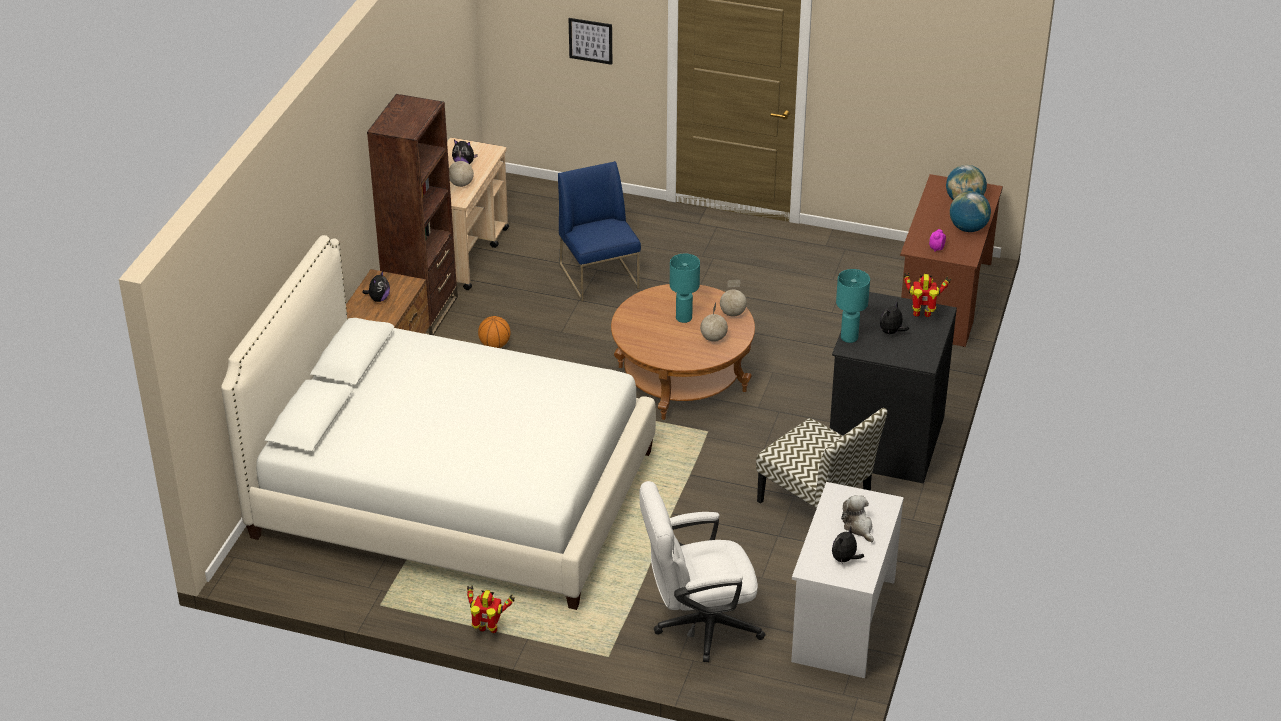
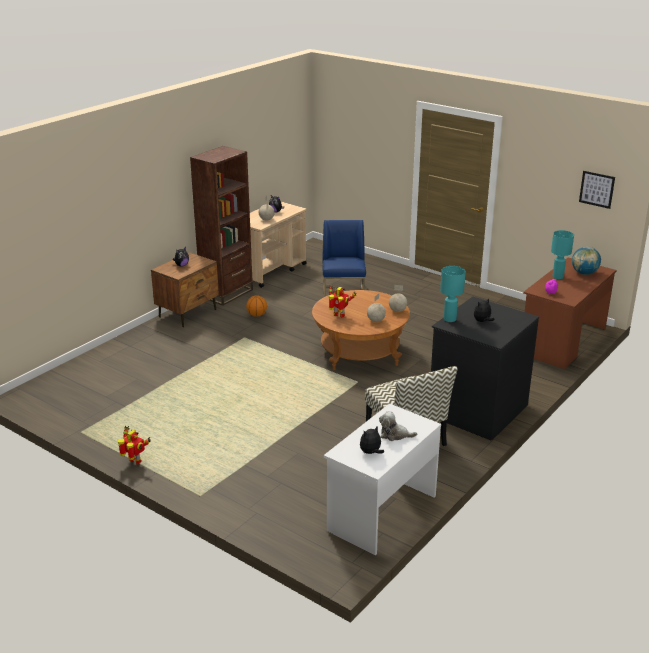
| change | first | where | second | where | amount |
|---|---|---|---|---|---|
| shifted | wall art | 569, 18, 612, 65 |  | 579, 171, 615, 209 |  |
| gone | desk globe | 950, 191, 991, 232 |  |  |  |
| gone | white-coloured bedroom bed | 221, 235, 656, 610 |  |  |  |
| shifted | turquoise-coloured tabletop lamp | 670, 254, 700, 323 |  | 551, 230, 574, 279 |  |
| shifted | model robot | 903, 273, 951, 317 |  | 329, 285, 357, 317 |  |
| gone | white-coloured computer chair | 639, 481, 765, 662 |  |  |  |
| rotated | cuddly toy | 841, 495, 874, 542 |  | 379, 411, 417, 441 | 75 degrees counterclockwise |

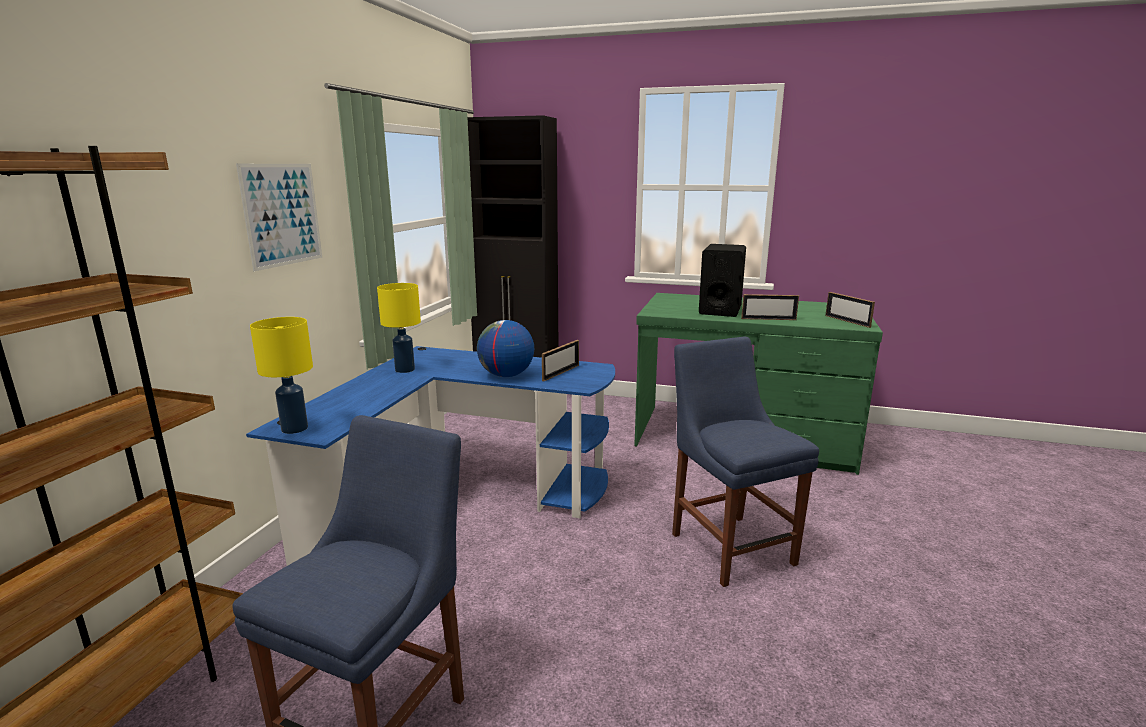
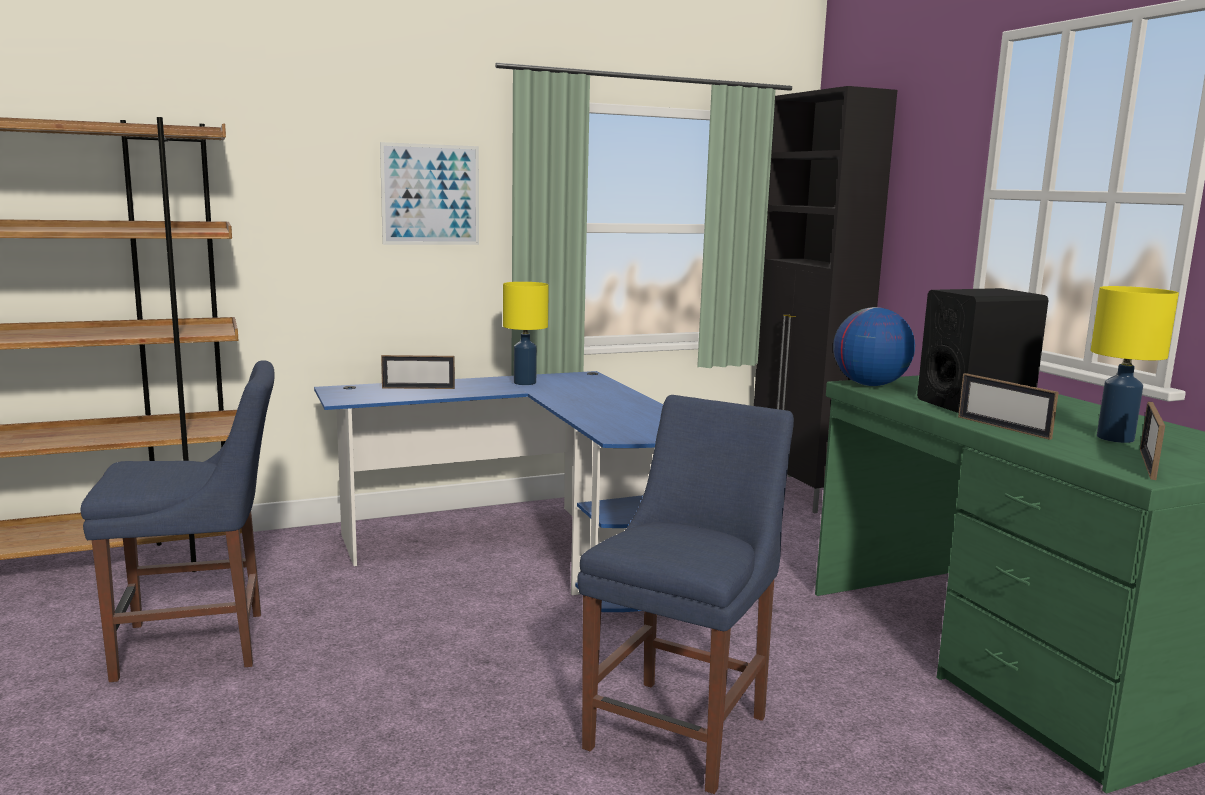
| change | first | where | second | where | amount |
|---|---|---|---|---|---|
| shifted | yellow-coloured tabletop lamp | 250, 317, 313, 434 |  | 1090, 286, 1179, 443 |  |
| shifted | desk globe | 477, 320, 534, 377 |  | 833, 307, 915, 386 |  |
| shifted | picture frame | 542, 340, 579, 381 |  | 381, 355, 455, 389 |  |

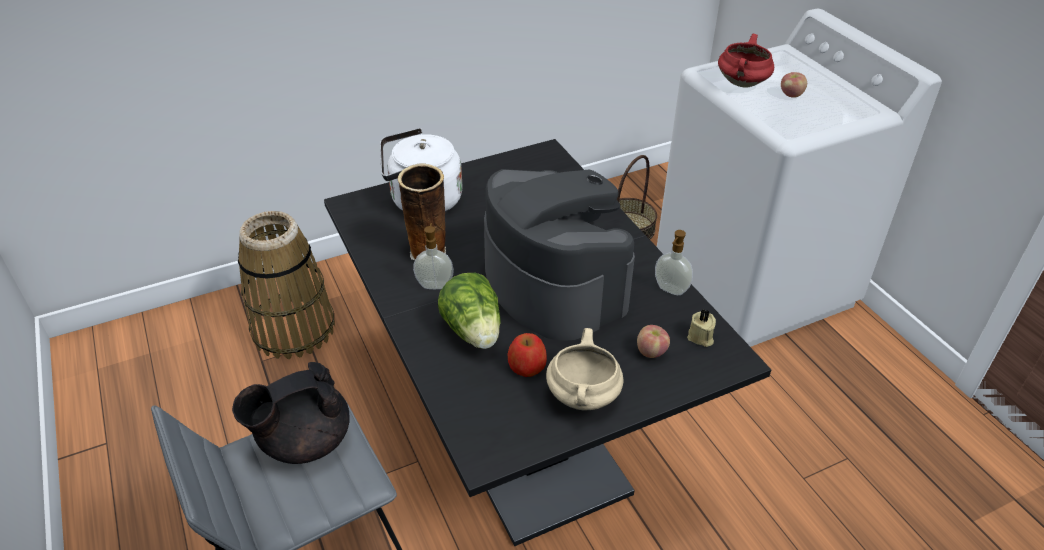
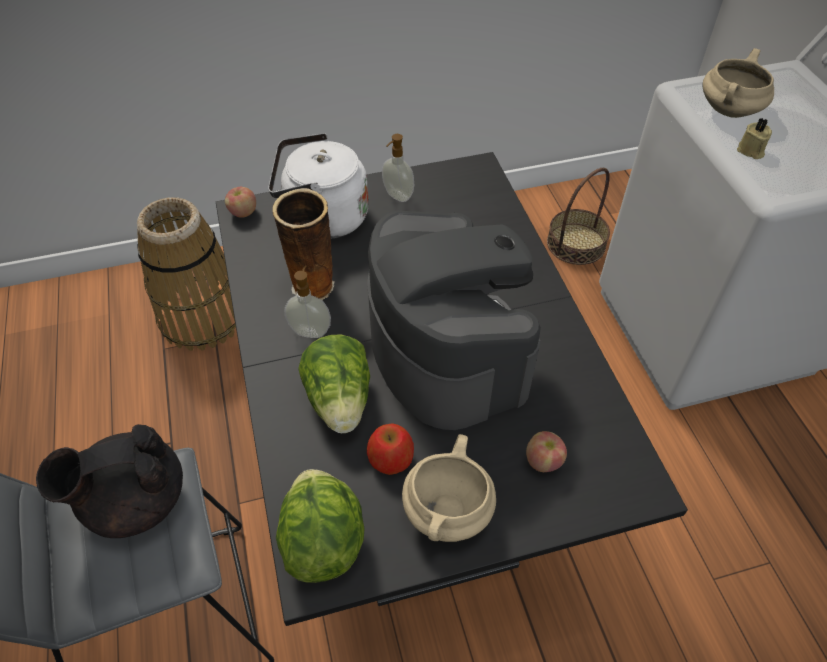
| change | first | where | second | where | amount |
|---|---|---|---|---|---|
| repainted | reddish cooking pot | 718, 34, 774, 88 | beige-coloured cooking pot | 702, 48, 774, 118 |  |
| shifted | apple fruit | 781, 72, 807, 98 |  | 225, 187, 256, 218 |  |
| shifted | soap bottle | 655, 230, 693, 295 |  | 382, 134, 414, 202 |  |
| shifted | beige-coloured wax candle | 687, 310, 716, 347 |  | 737, 118, 772, 159 |  |
| new |  |  | lettuce head | 276, 469, 365, 583 |  |

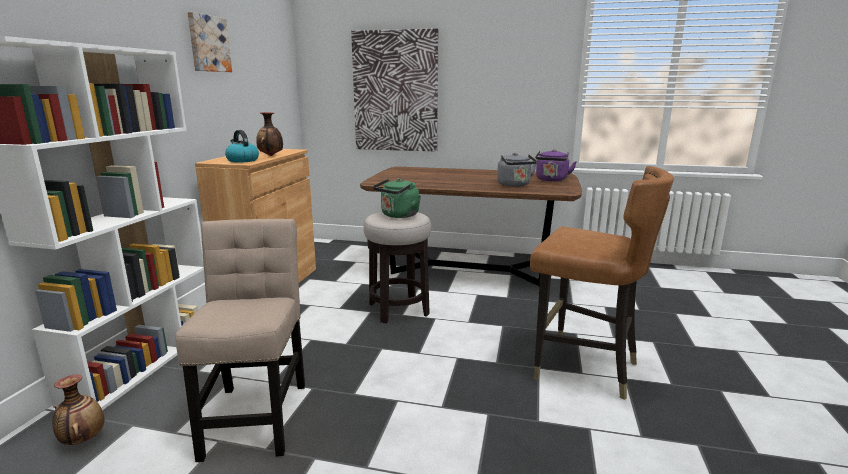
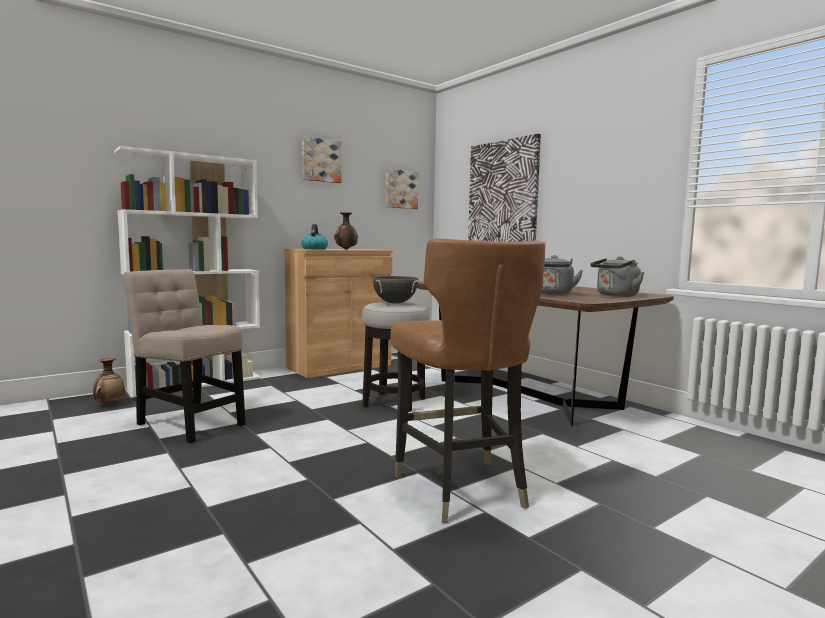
| change | first | where | second | where | amount |
|---|---|---|---|---|---|
| repainted | purple-coloured water kettle | 535, 149, 576, 182 | gray water kettle | 590, 257, 644, 297 |  |
| swapped | green water kettle | 373, 178, 421, 218 | blackish cooking pot | 372, 276, 418, 304 |  |
| rotated | beige-coloured plain chair | 176, 219, 305, 462 |  | 123, 269, 246, 443 | 90 degrees counterclockwise |
| new |  |  | wall art | 386, 169, 419, 209 |  |

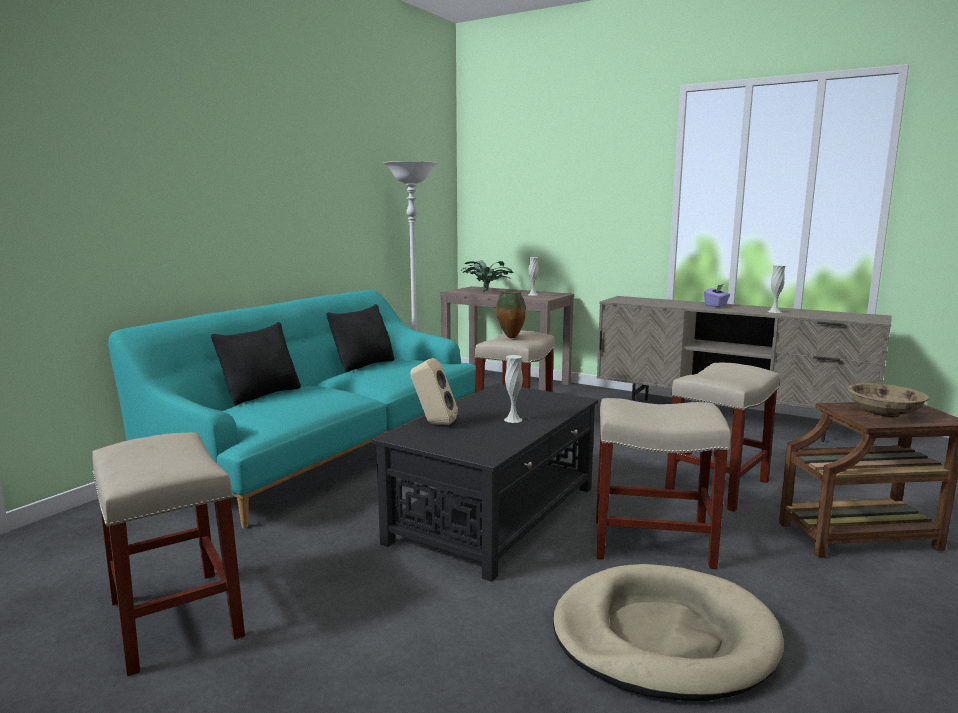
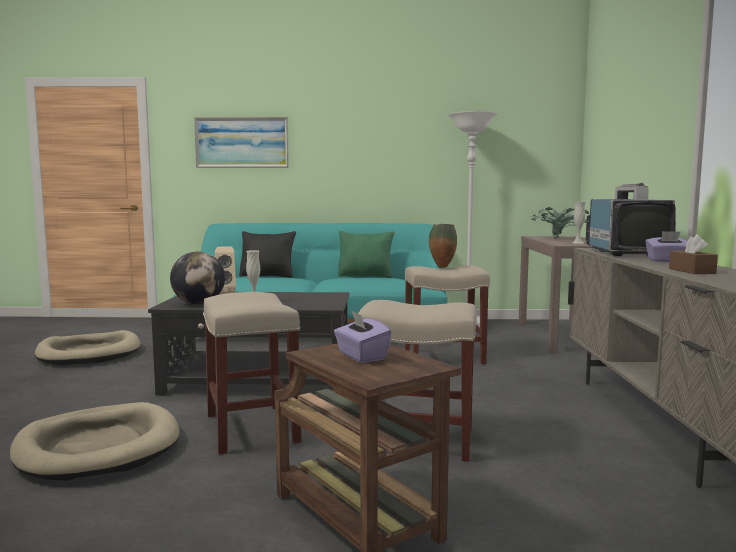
| change | first | where | second | where | amount |
|---|---|---|---|---|---|
| swapped | white-coloured decorative vase | 767, 265, 785, 313 | brown tissue box | 669, 234, 718, 274 |  |
| repainted | blackish cushion | 327, 304, 394, 372 | green cushion | 338, 231, 394, 278 |  |
| swapped | beige-coloured serving bowl | 847, 383, 929, 418 | purple-coloured tissue box | 334, 310, 391, 363 |  |
| swapped | beige-coloured stool | 92, 433, 245, 676 | beige-coloured pet bed | 35, 330, 140, 365 |  |
| new |  |  | wall art | 194, 117, 289, 168 |  |
| new |  |  | television | 586, 183, 676, 256 |  |
| new |  |  | desk globe | 170, 252, 225, 304 |  |

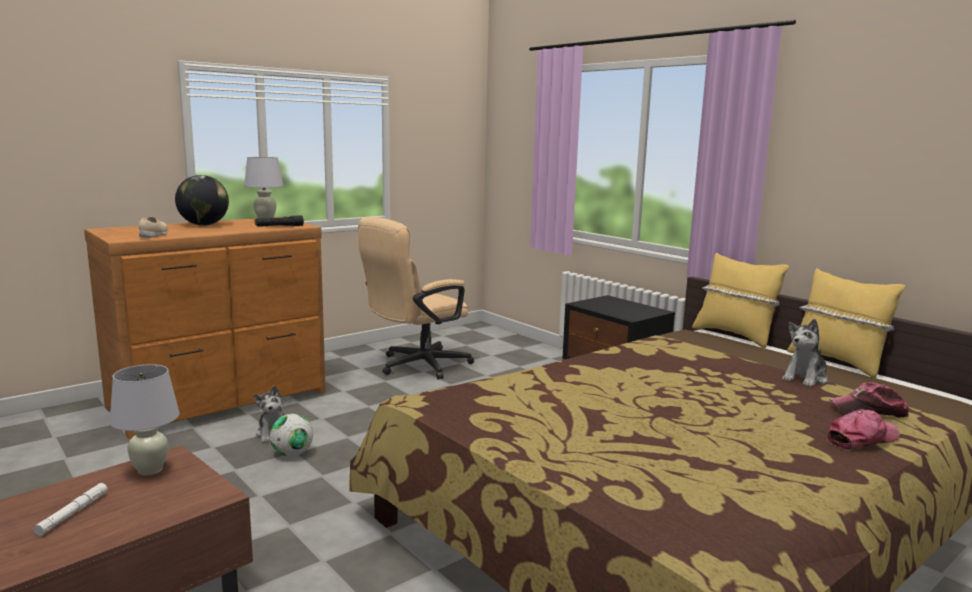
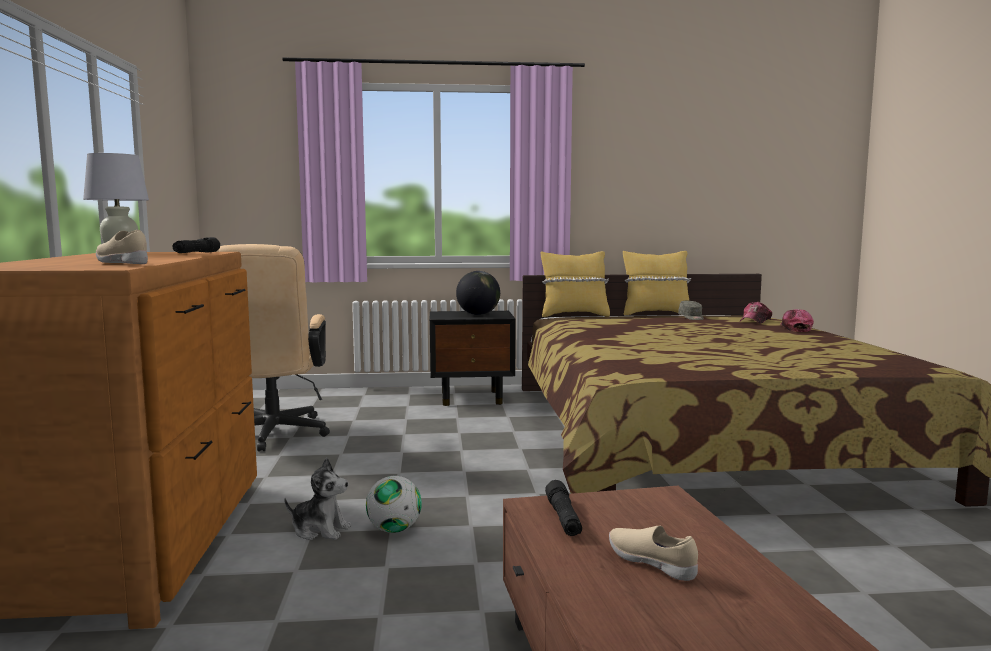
| change | first | where | second | where | amount |
|---|---|---|---|---|---|
| shifted | desk globe | 175, 175, 229, 225 |  | 456, 271, 500, 315 |  |
| swapped | cuddly toy | 782, 319, 828, 387 | gray peaked cap | 678, 301, 704, 320 |  |
| swapped | white-coloured tabletop lamp | 110, 364, 180, 476 | blackish flashlight | 545, 480, 582, 536 |  |
| swapped | white-coloured flashlight | 33, 483, 108, 536 | beige-coloured low shoe | 609, 526, 698, 581 |  |

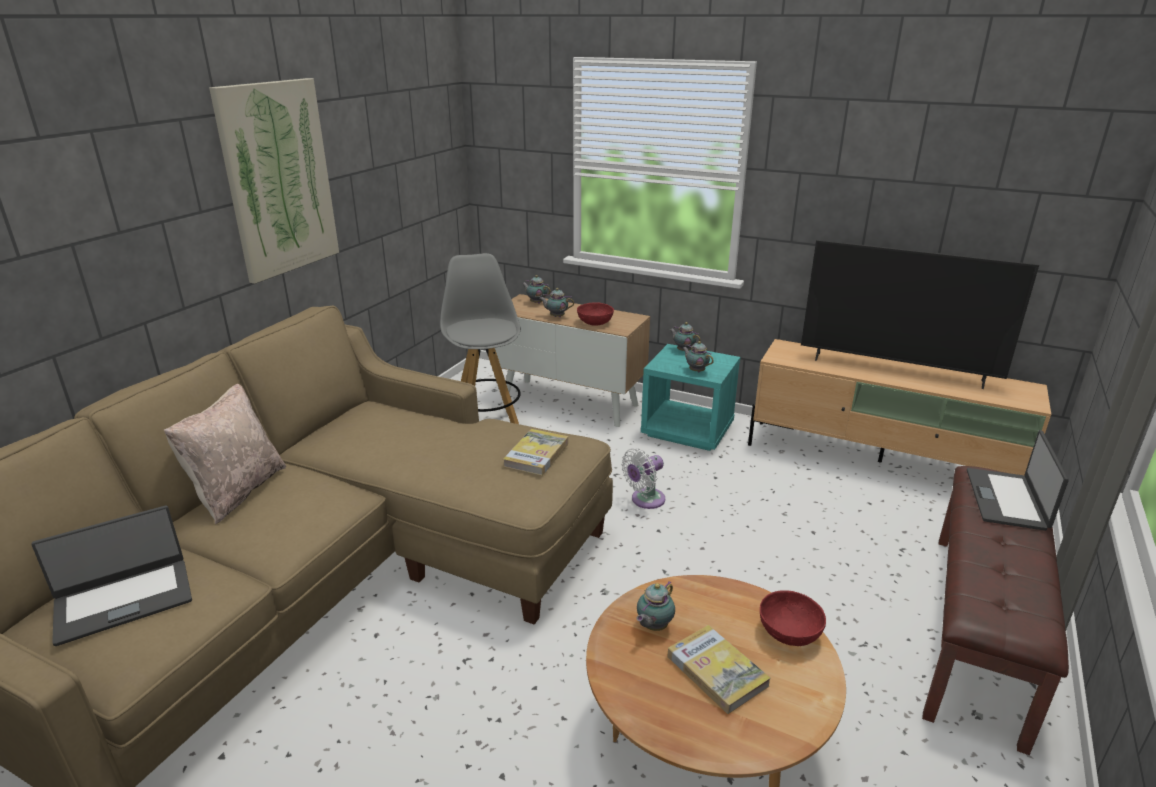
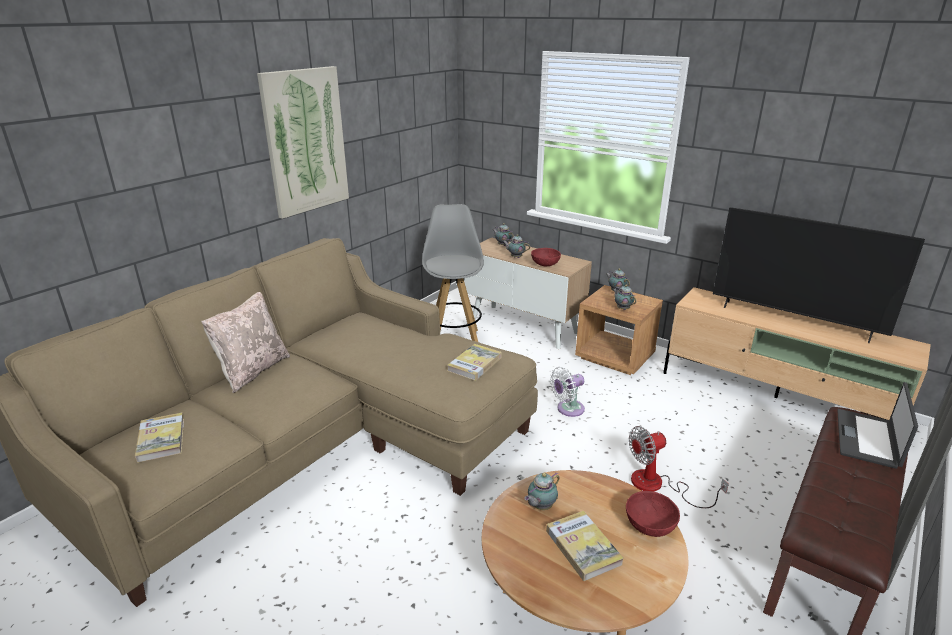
| change | first | where | second | where | amount |
|---|---|---|---|---|---|
| repainted | turquoise-coloured night table | 641, 344, 740, 451 | brown night table | 575, 285, 663, 375 |  |
| swapped | laptop | 31, 505, 192, 646 | bound book | 135, 413, 184, 463 |  |
| new |  |  | electric fan | 629, 426, 729, 508 |  |

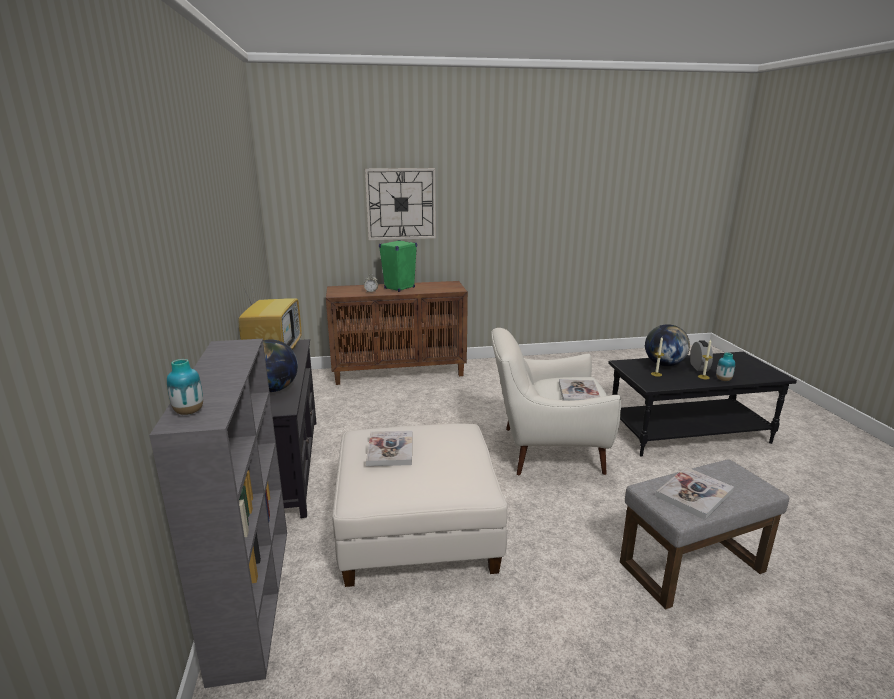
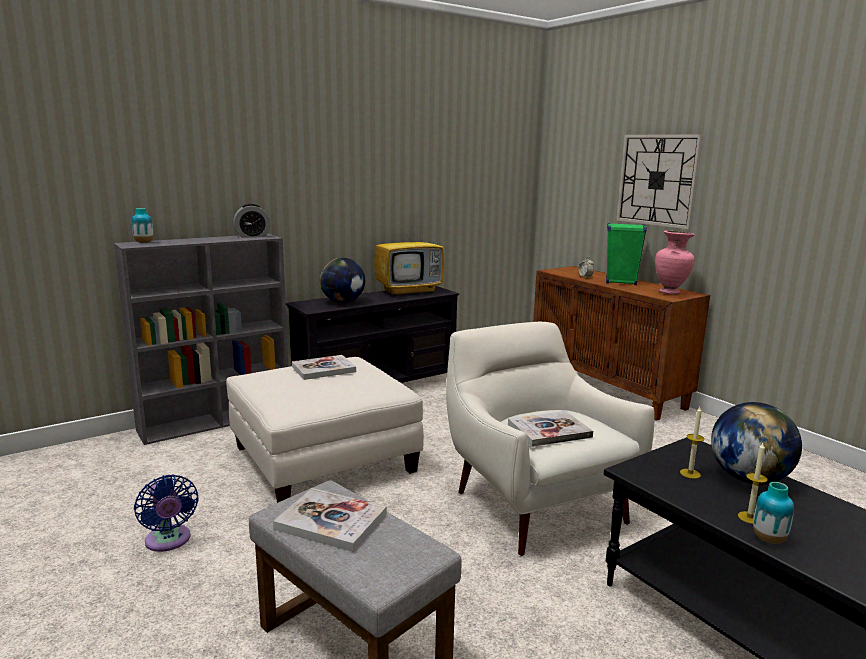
| change | first | where | second | where | amount |
|---|---|---|---|---|---|
| shifted | alarm clock | 690, 340, 713, 371 |  | 233, 204, 271, 238 |  |
| new |  |  | pink decorative vase | 655, 230, 695, 295 |  |
| new |  |  | bluish electric fan | 134, 474, 199, 552 |  |

